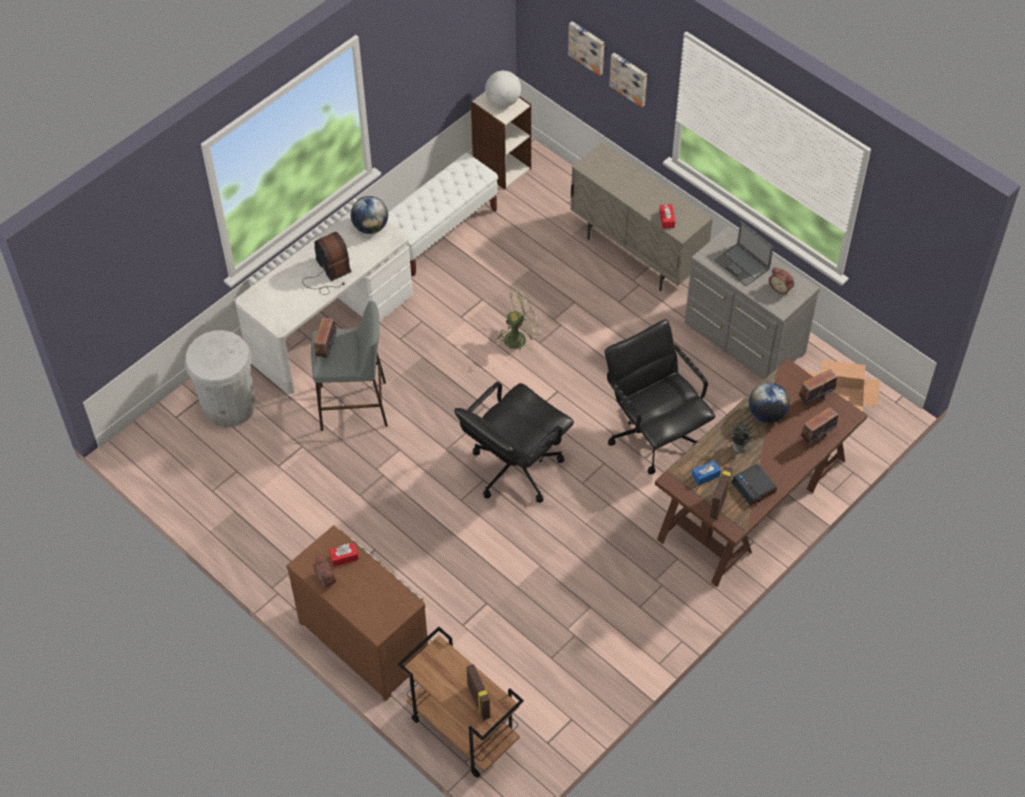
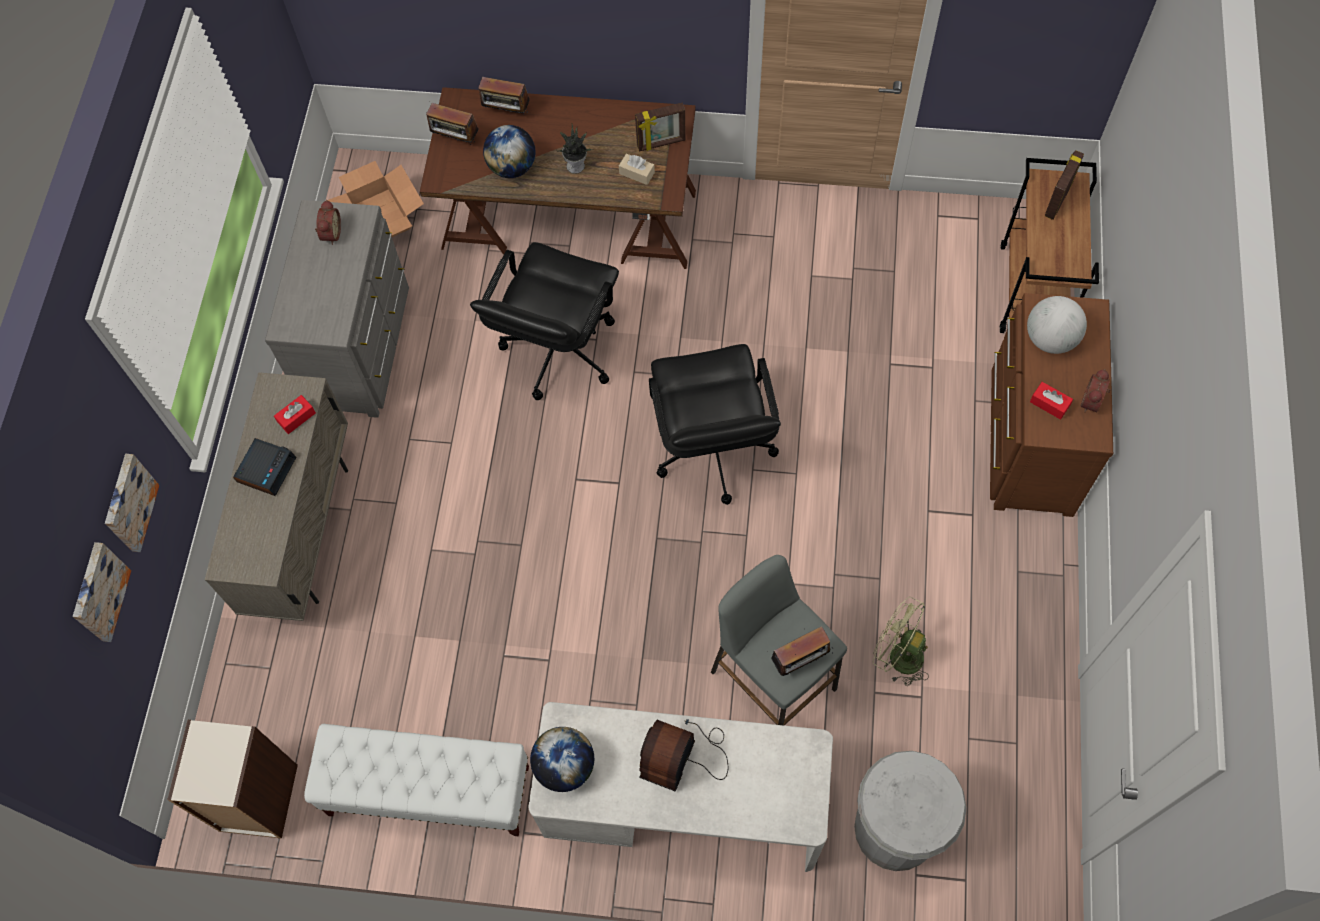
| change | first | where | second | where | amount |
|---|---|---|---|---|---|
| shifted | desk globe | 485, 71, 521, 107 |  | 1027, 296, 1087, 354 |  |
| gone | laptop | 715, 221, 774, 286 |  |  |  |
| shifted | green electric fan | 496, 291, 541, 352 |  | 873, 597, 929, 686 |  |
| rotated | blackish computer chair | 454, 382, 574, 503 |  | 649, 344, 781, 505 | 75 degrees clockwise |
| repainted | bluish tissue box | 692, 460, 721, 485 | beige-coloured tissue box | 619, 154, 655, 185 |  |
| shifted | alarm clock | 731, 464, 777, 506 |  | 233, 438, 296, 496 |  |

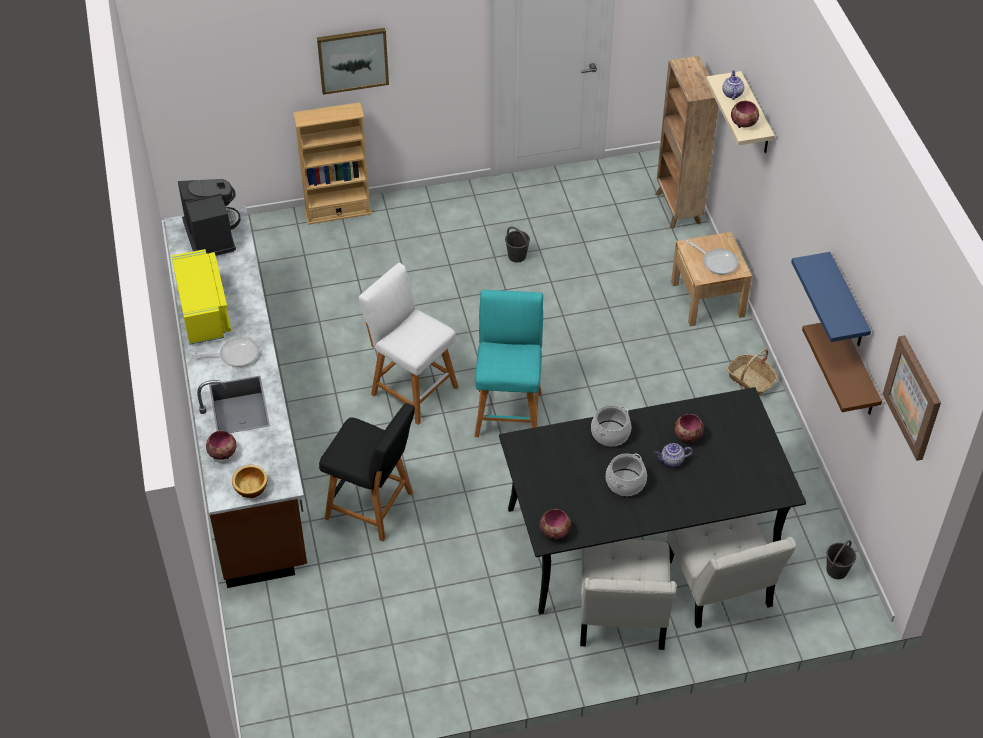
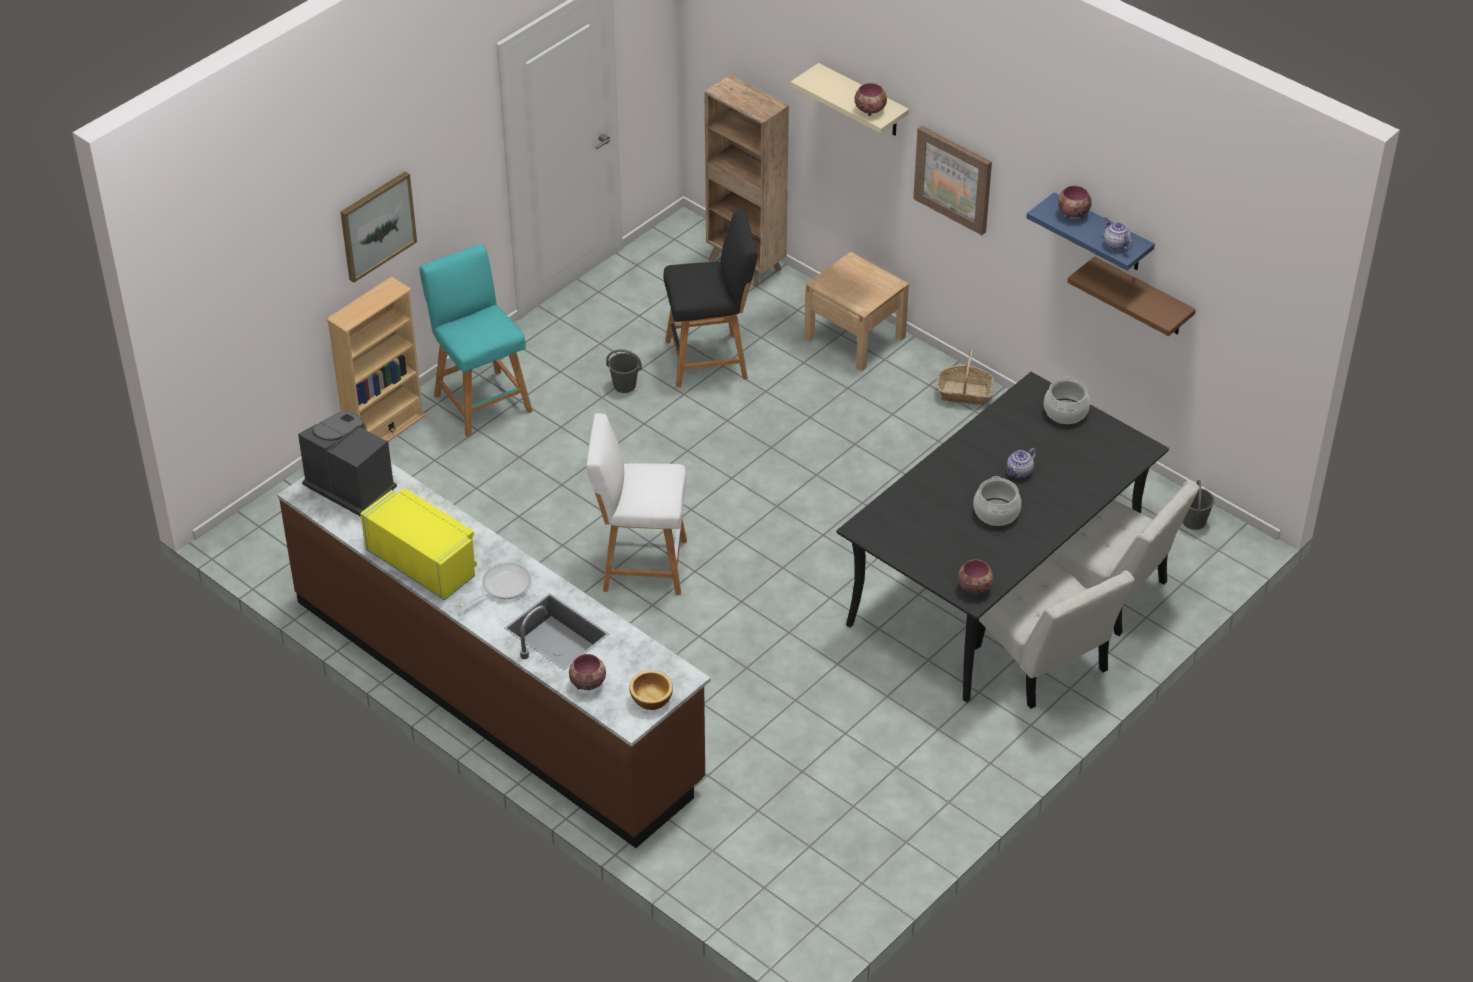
| change | first | where | second | where | amount |
|---|---|---|---|---|---|
| shifted | teapot | 722, 70, 745, 100 |  | 1104, 218, 1132, 250 |  |
| gone | pan | 685, 240, 739, 275 |  |  |  |
| shifted | turquoise-coloured stool | 475, 290, 543, 437 |  | 419, 244, 533, 438 |  |
| shifted | wall art | 883, 335, 941, 461 |  | 913, 126, 992, 235 |  |
| shifted | blackish stool | 319, 403, 415, 541 |  | 663, 210, 757, 388 |  |
| shifted | cooking pot | 591, 405, 631, 447 |  | 1044, 377, 1090, 424 |  |
| shifted | serving bowl | 674, 414, 704, 444 |  | 1058, 186, 1092, 218 |  |

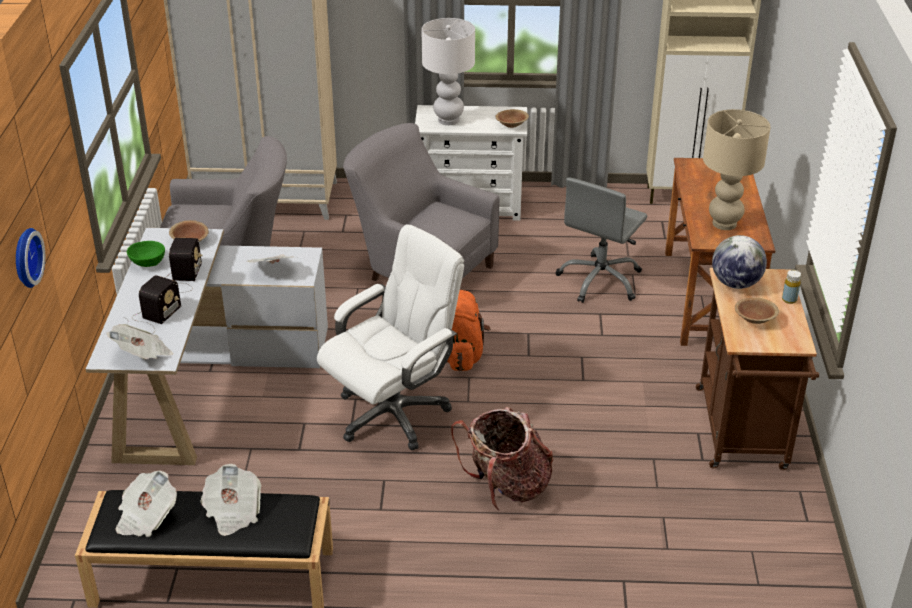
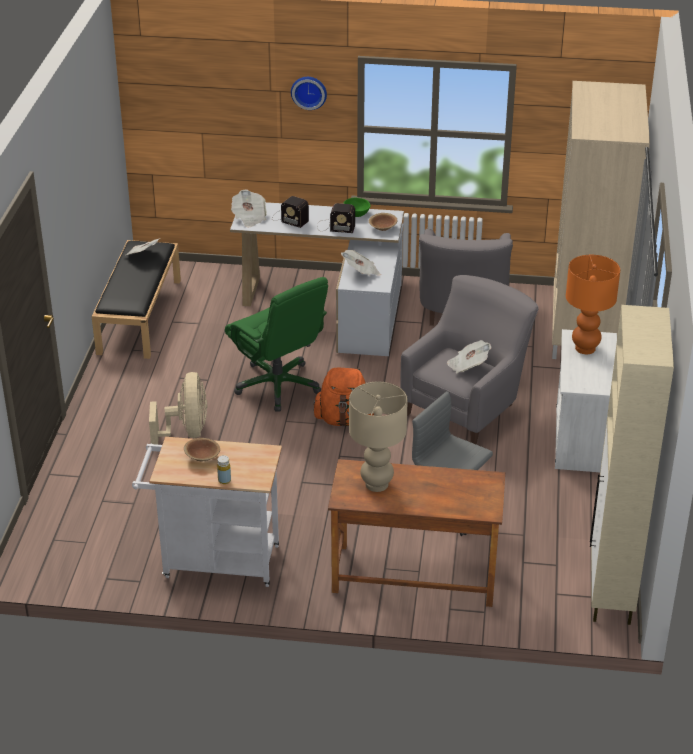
| change | first | where | second | where | amount |
|---|---|---|---|---|---|
| repainted | white-coloured tabletop lamp | 422, 18, 475, 125 | orange-coloured tabletop lamp | 566, 255, 620, 354 |  |
| gone | brown serving bowl | 495, 109, 529, 128 |  |  |  |
| repainted | white-coloured computer chair | 317, 225, 464, 450 | green computer chair | 225, 277, 328, 412 |  |
| shifted | wall clock | 16, 228, 45, 288 |  | 291, 77, 327, 110 |  |
| gone | desk globe | 712, 235, 767, 289 |  |  |  |
| repainted | brown cart | 696, 268, 819, 470 | white-coloured cart | 132, 437, 282, 587 |  |
| swapped | backpack | 451, 407, 553, 511 | beige-coloured electric fan | 149, 372, 207, 445 |  |
| shifted | daily paper | 200, 464, 261, 536 |  | 447, 340, 492, 373 |  |

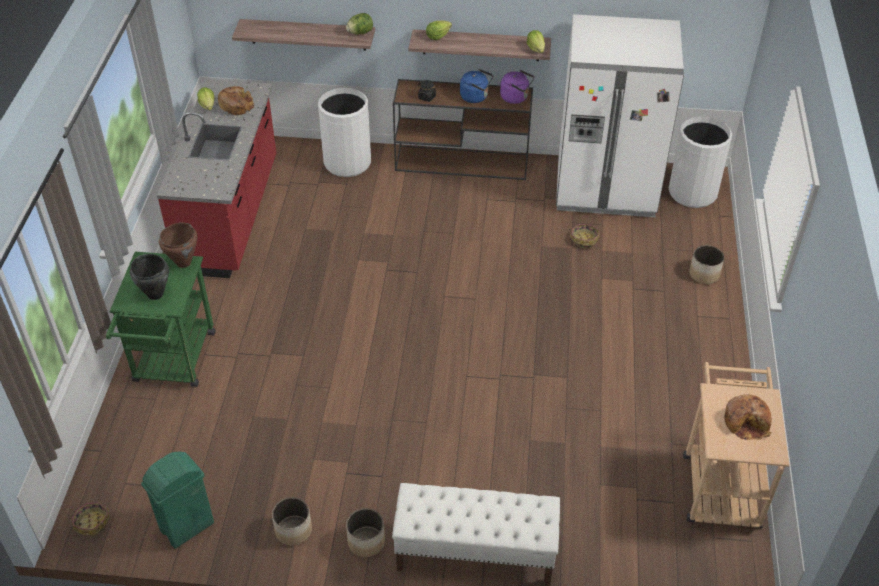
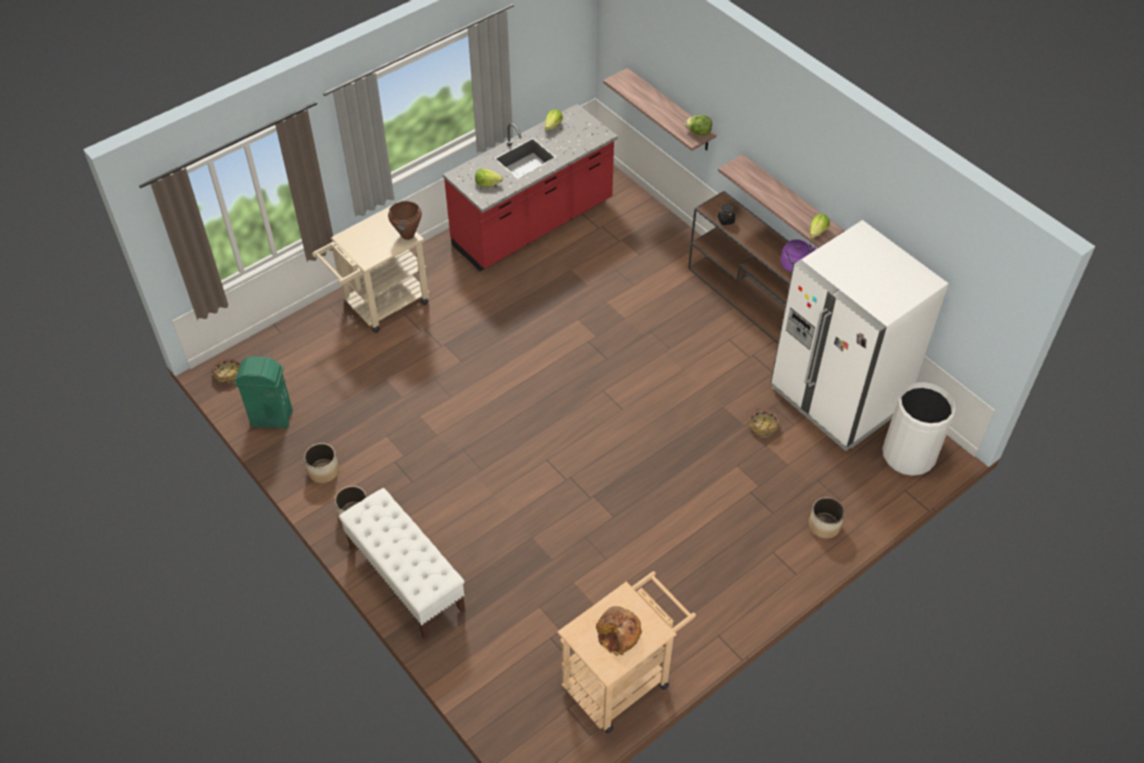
| change | first | where | second | where | amount |
|---|---|---|---|---|---|
| shifted | lettuce head | 426, 20, 452, 40 |  | 475, 168, 503, 186 |  |
| gone | bluish water kettle | 460, 69, 493, 103 |  |  |  |
| gone | baked bread | 218, 86, 254, 116 |  |  |  |
| gone | white-coloured waste bin | 318, 87, 371, 177 |  |  |  |
| repainted | green cart | 106, 252, 215, 387 | beige-coloured cart | 312, 207, 429, 333 |  |
| gone | blackish cooking pot | 130, 254, 169, 300 |  |  |  |

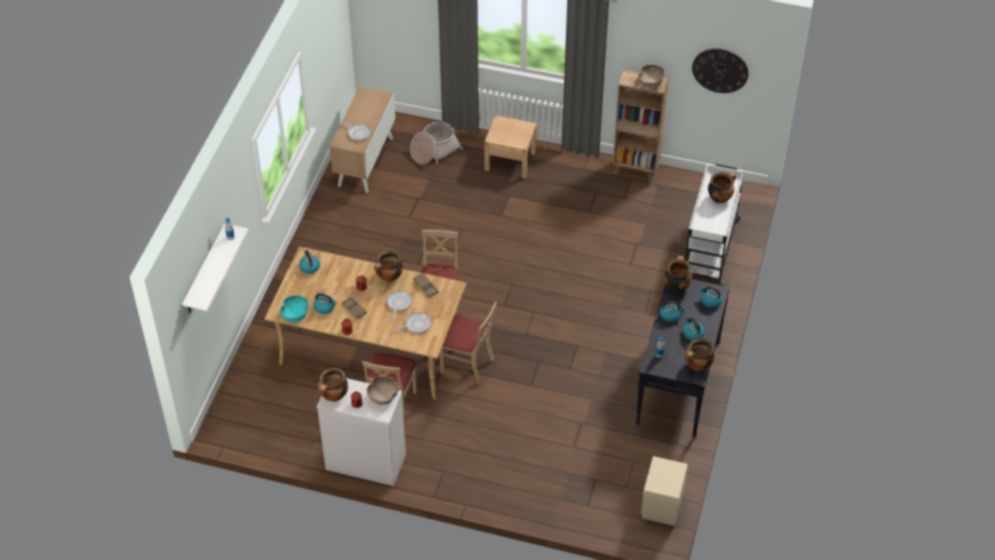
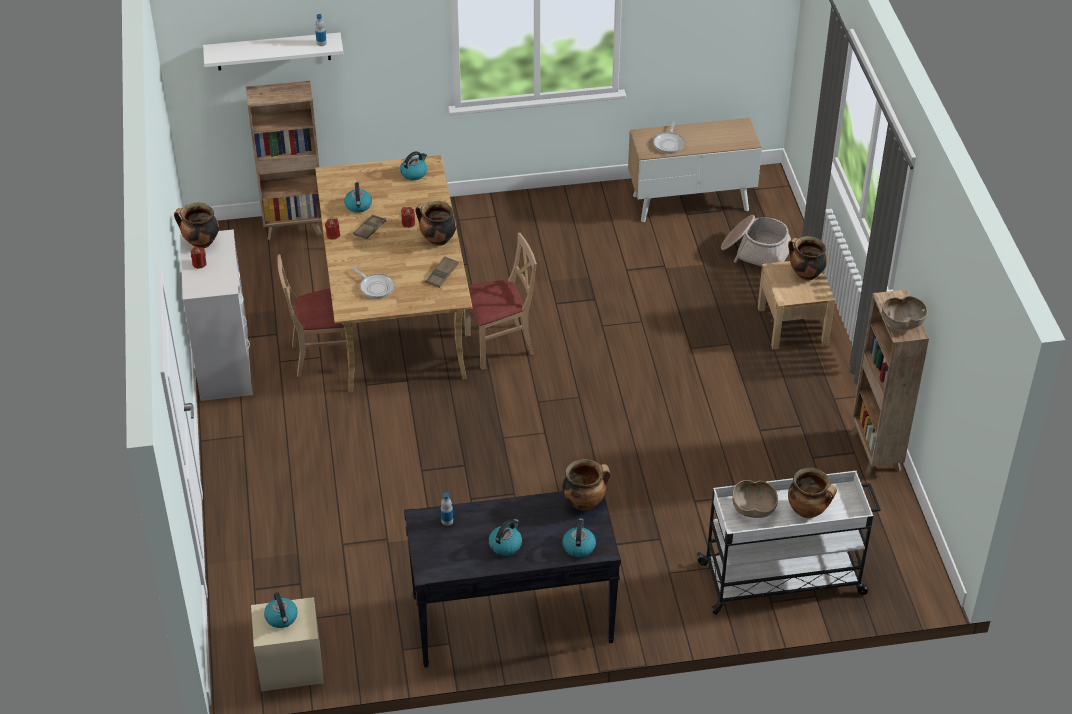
| change | first | where | second | where | amount |
|---|---|---|---|---|---|
| gone | wall clock | 692, 48, 749, 93 |  |  |  |
| gone | pan | 387, 291, 412, 320 |  |  |  |
| gone | turquoise-coloured serving bowl | 280, 295, 309, 322 |  |  |  |
| shifted | water kettle | 660, 301, 685, 322 |  | 264, 592, 298, 628 |  |
| gone | beige-coloured plain chair | 440, 302, 497, 385 |  |  |  |
| shifted | cooking pot | 685, 338, 714, 371 |  | 788, 236, 827, 280 |  |
| shifted | brown serving bowl | 367, 376, 399, 405 |  | 732, 480, 778, 518 |  |
| new |  |  | brown bookcase | 246, 81, 322, 240 |  |

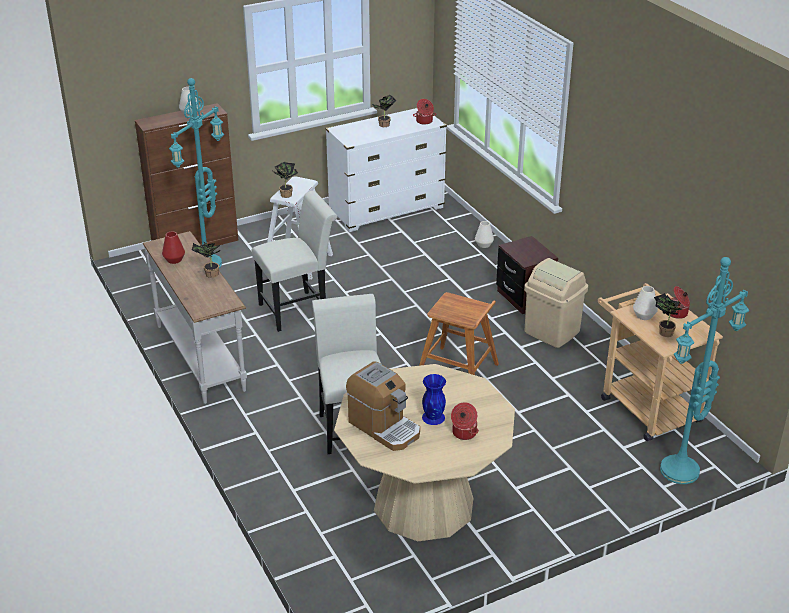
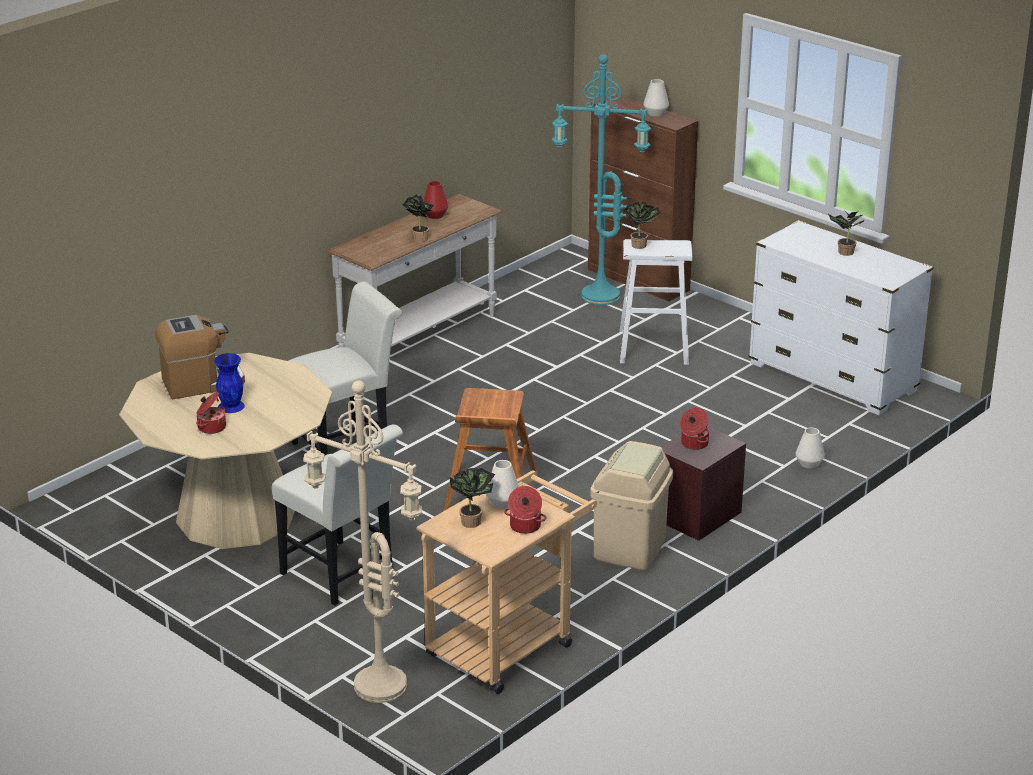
| change | first | where | second | where | amount |
|---|---|---|---|---|---|
| shifted | cooking pot | 413, 99, 436, 125 |  | 680, 408, 709, 450 |  |
| shifted | white-coloured plain chair | 252, 191, 337, 332 |  | 272, 424, 403, 606 |  |
| repainted | turquoise-coloured floor lamp | 660, 257, 749, 484 | beige-coloured floor lamp | 303, 381, 422, 703 |  |
| rotated | coffee brewer | 346, 361, 420, 451 |  | 155, 315, 245, 399 | 135 degrees counterclockwise |

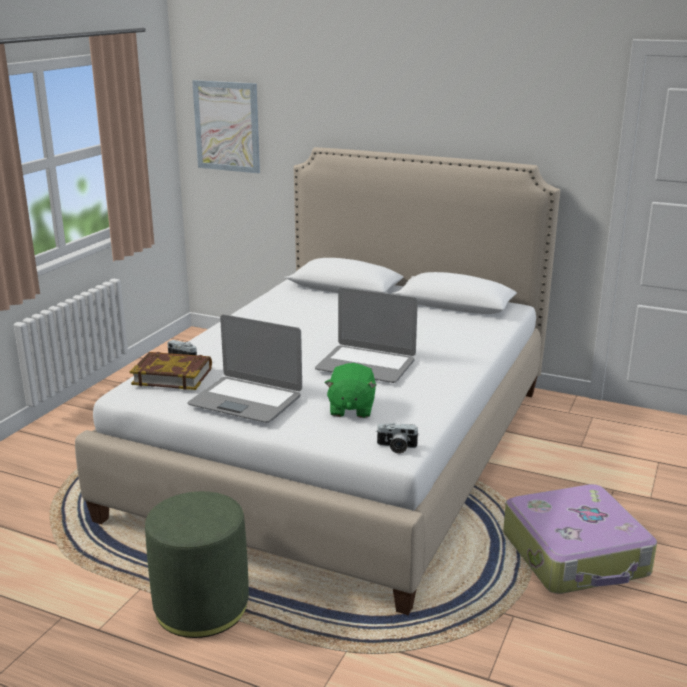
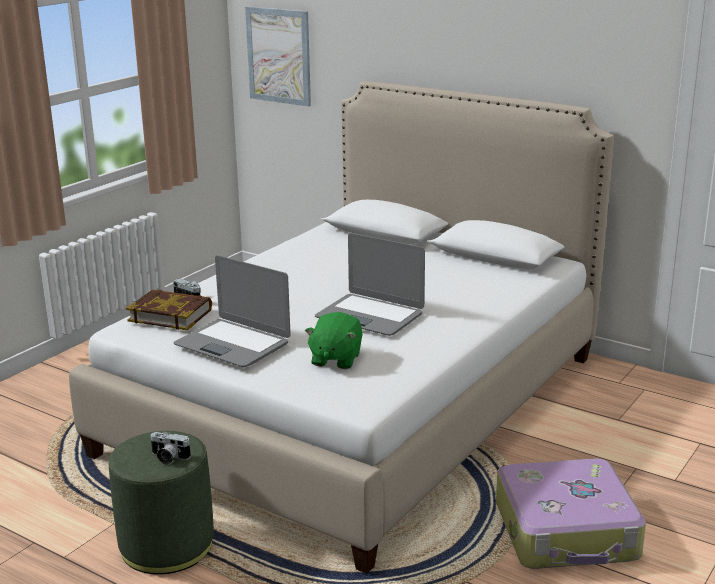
| change | first | where | second | where | amount |
|---|---|---|---|---|---|
| shifted | still camera | 376, 423, 418, 454 |  | 150, 432, 191, 465 |  |

